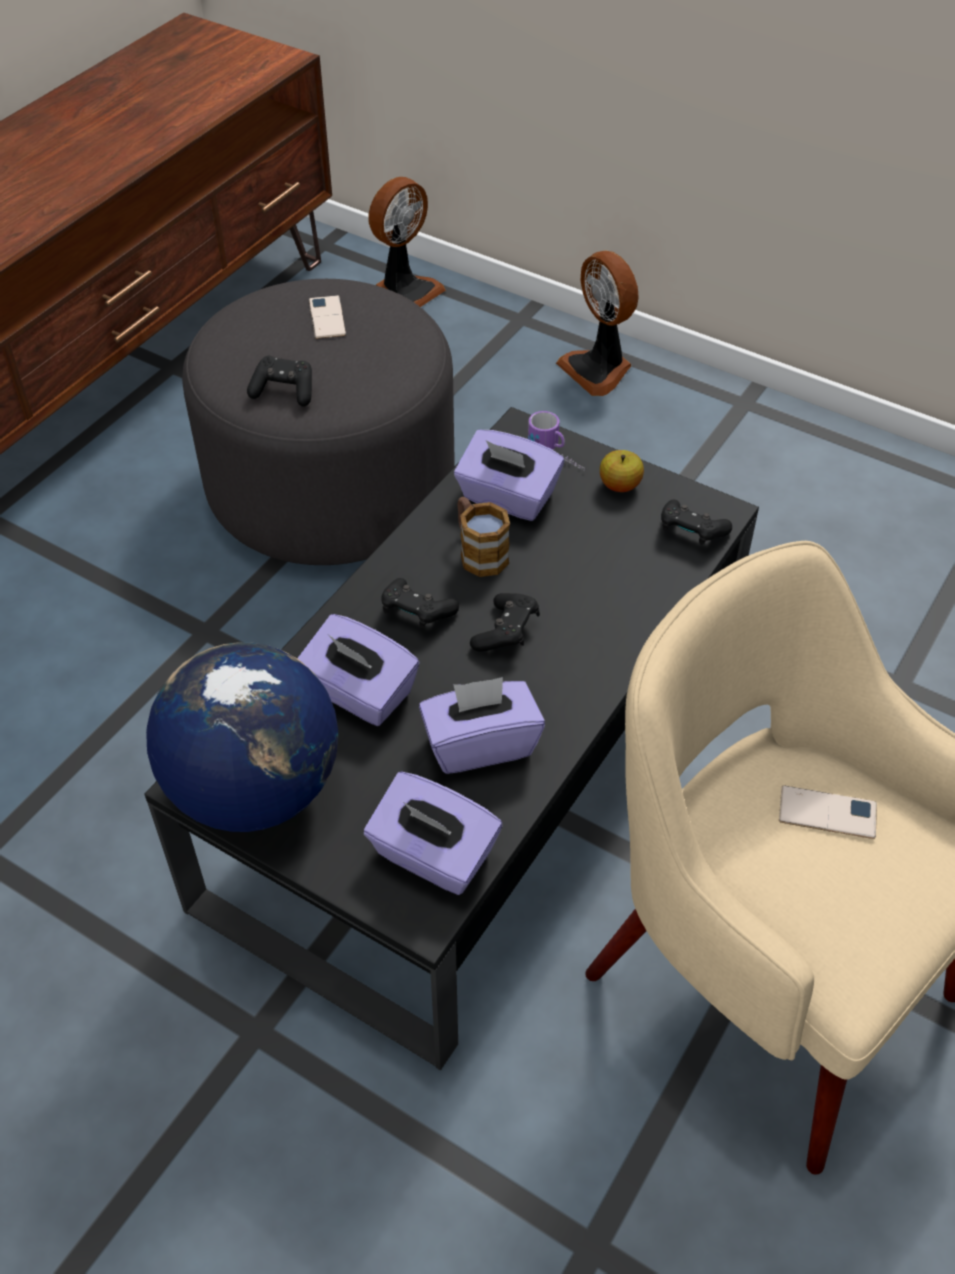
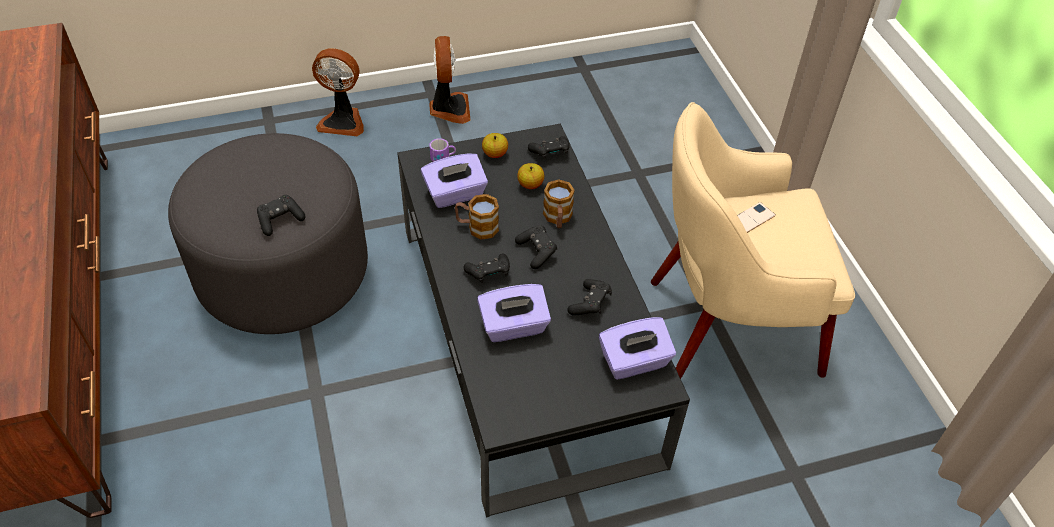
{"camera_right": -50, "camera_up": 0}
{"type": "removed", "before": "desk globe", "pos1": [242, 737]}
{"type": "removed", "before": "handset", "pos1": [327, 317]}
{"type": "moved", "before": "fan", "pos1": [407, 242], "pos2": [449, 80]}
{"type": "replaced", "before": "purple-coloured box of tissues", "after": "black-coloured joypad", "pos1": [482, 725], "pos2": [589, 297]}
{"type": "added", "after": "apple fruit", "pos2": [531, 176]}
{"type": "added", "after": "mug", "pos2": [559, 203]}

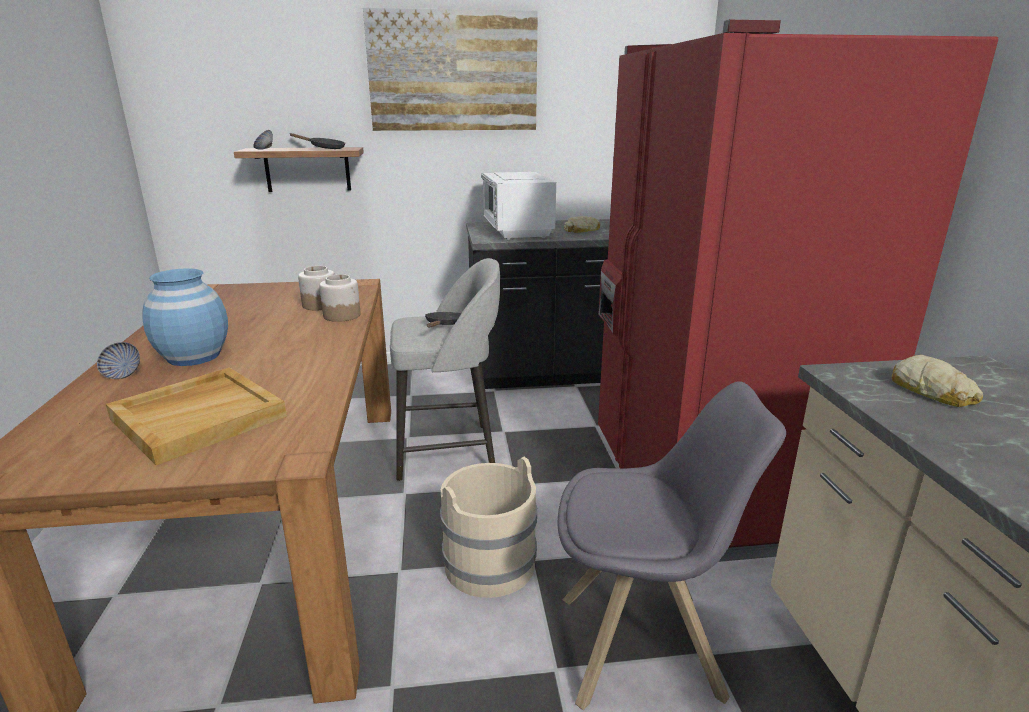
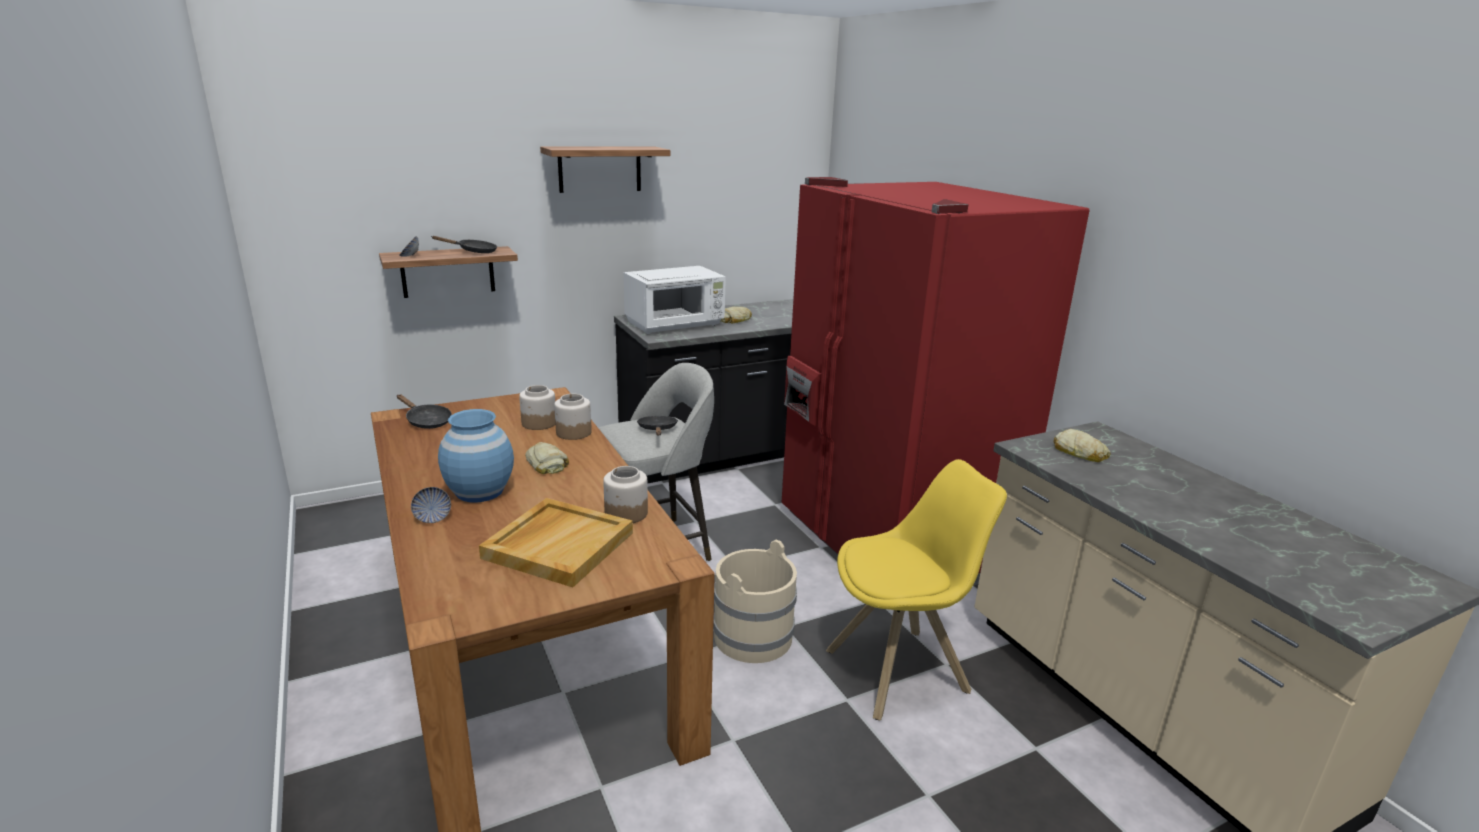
{"camera_right": -20, "camera_up": 0}
{"type": "replaced", "before": "wall art", "after": "shelf", "pos1": [450, 69], "pos2": [605, 169]}
{"type": "turned", "before": "white kitchen microwave", "pos1": [518, 206], "pos2": [675, 300], "turn": -90}
{"type": "recoloured", "before": "grey plain chair", "after": "yellow plain chair", "pos1": [672, 545], "pos2": [916, 590]}
{"type": "added", "after": "black-coloured pan", "pos2": [424, 411]}
{"type": "added", "after": "bakery bread", "pos2": [547, 458]}
{"type": "added", "after": "jar", "pos2": [625, 494]}

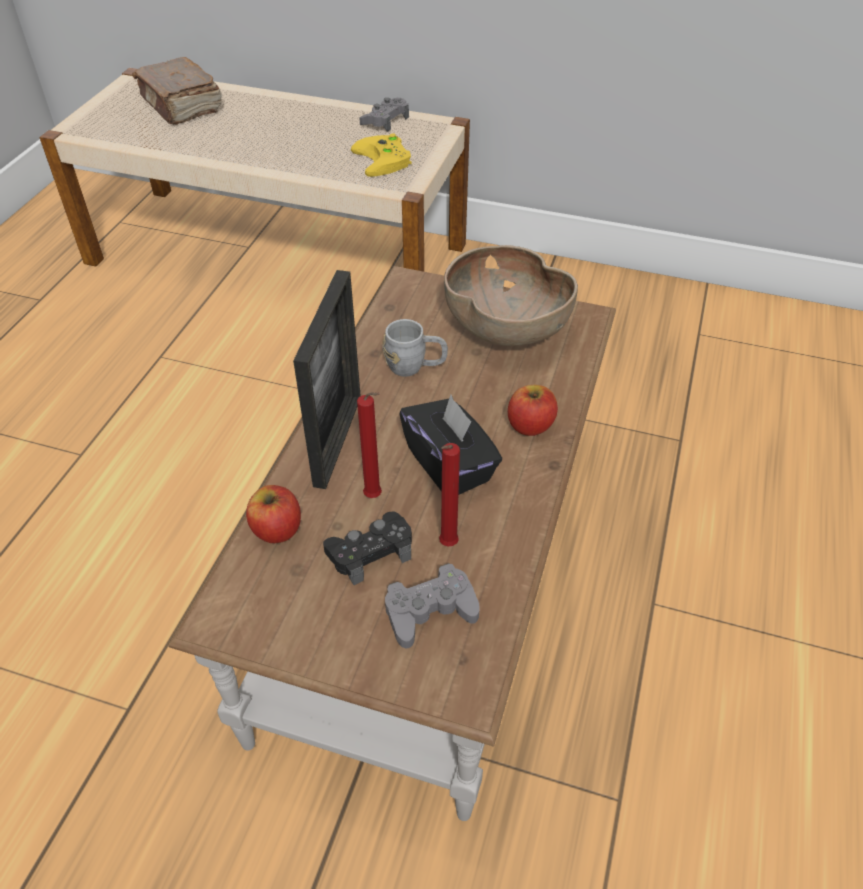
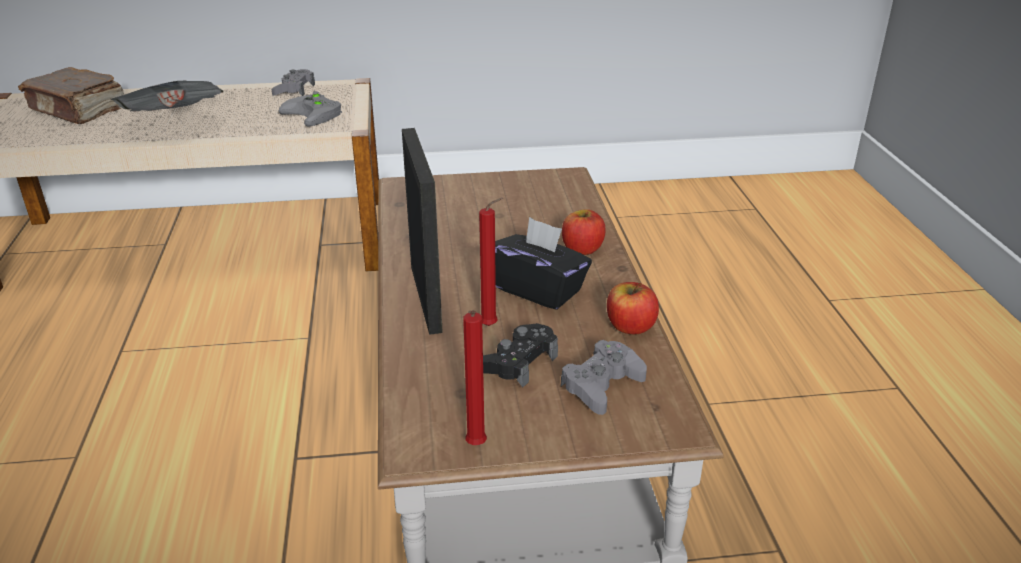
{"camera_right": -25, "camera_up": -15}
{"type": "moved", "before": "apple fruit", "pos1": [273, 514], "pos2": [633, 308]}
{"type": "recoloured", "before": "yellow joypad", "after": "grey joypad", "pos1": [381, 155], "pos2": [310, 108]}
{"type": "removed", "before": "grey mug", "pos1": [415, 348]}
{"type": "moved", "before": "reddish wax candle", "pos1": [449, 494], "pos2": [475, 377]}
{"type": "removed", "before": "brownish serving bowl", "pos1": [511, 295]}
{"type": "added", "after": "daily paper", "pos2": [167, 96]}

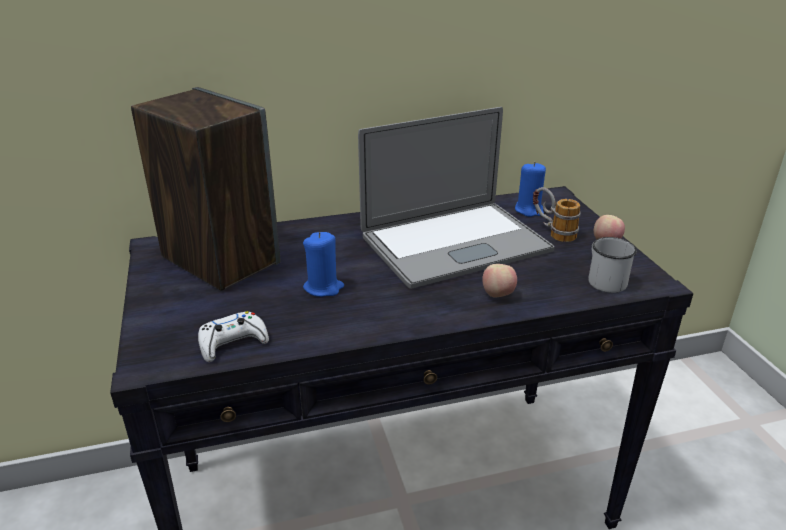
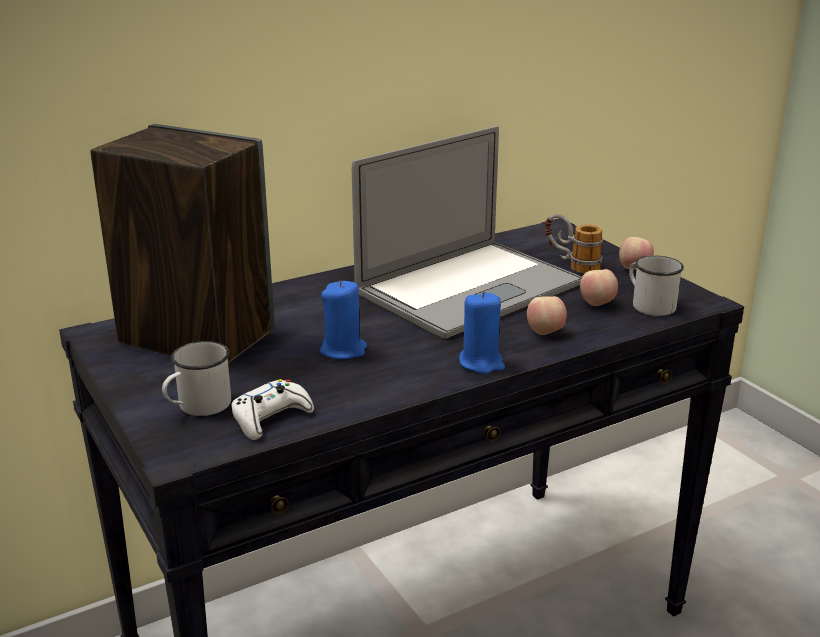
{"camera_right": -15, "camera_up": -5}
{"type": "moved", "before": "blue-coloured wax candle", "pos1": [530, 189], "pos2": [482, 332]}
{"type": "added", "after": "white mug", "pos2": [196, 378]}
{"type": "added", "after": "apple fruit", "pos2": [599, 287]}

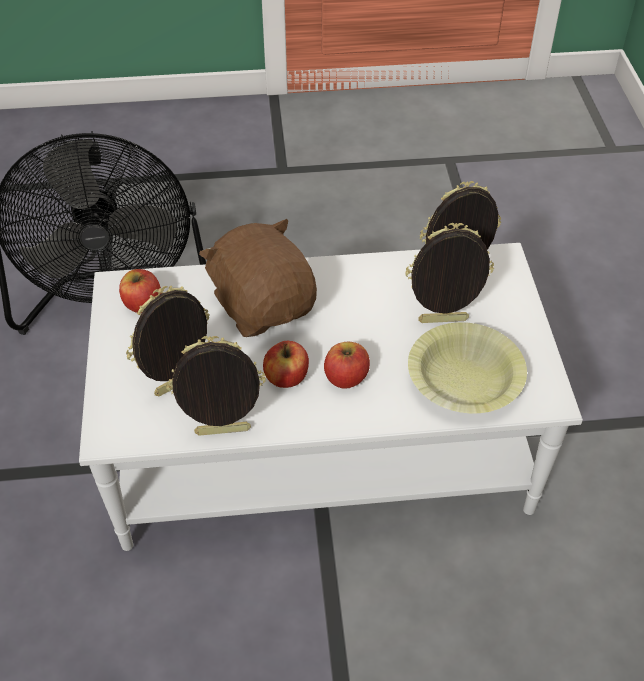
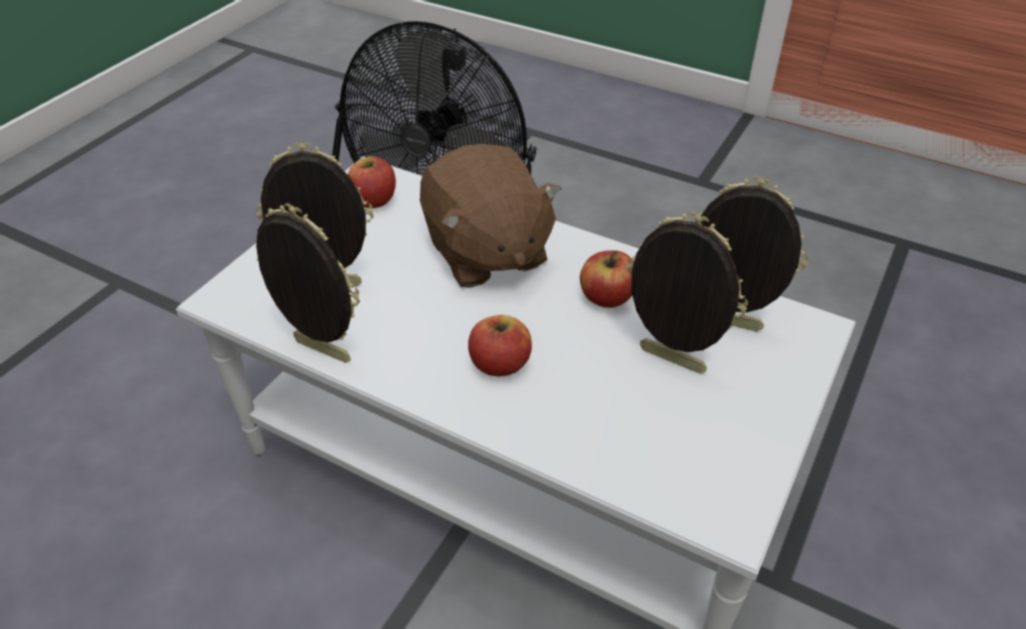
{"camera_right": 35, "camera_up": -5}
{"type": "turned", "before": "brownish soft toy", "pos1": [258, 278], "pos2": [491, 216], "turn": 150}
{"type": "moved", "before": "apple fruit", "pos1": [286, 364], "pos2": [607, 279]}
{"type": "removed", "before": "yellow serving bowl", "pos1": [467, 367]}

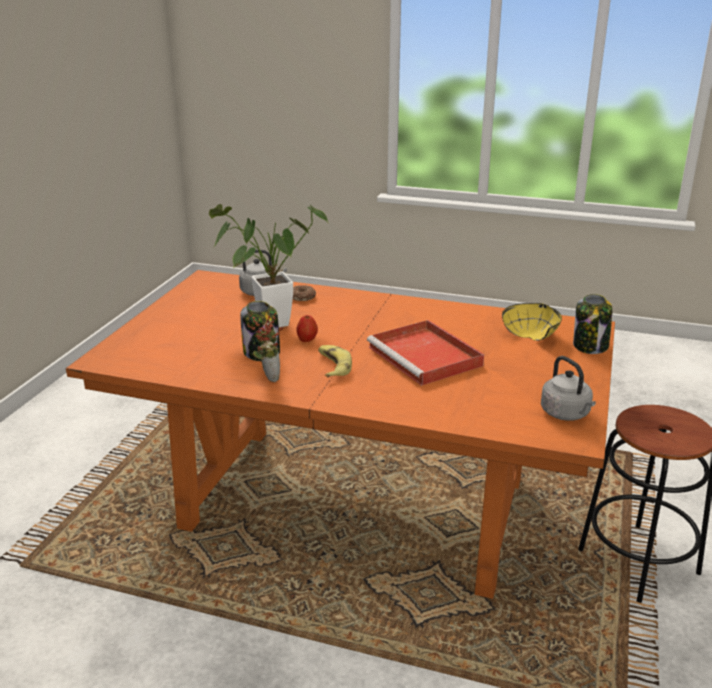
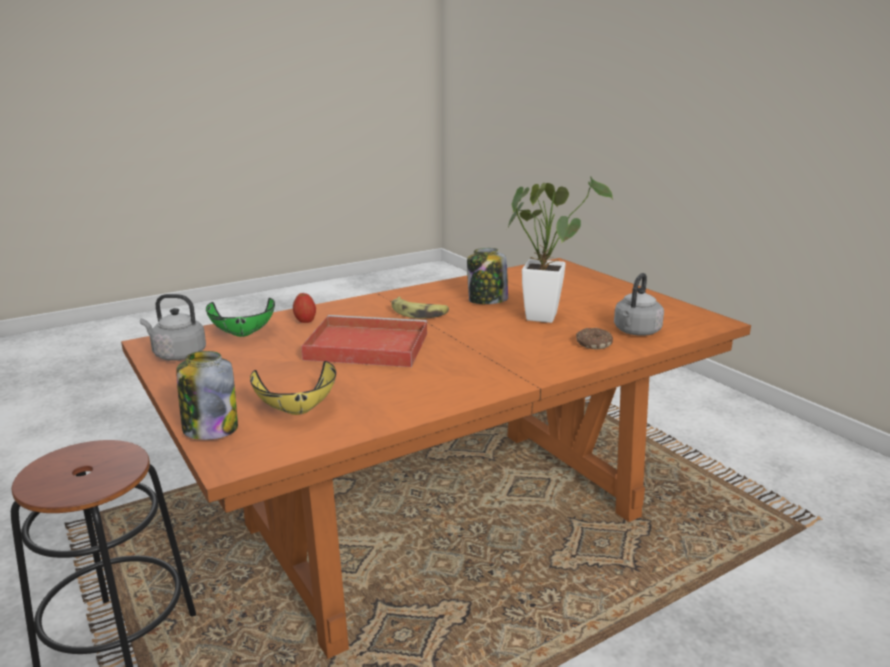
{"camera_right": 130, "camera_up": -5}
{"type": "removed", "before": "potted plant", "pos1": [265, 347]}
{"type": "moved", "before": "apple fruit", "pos1": [307, 328], "pos2": [304, 308]}
{"type": "added", "after": "green serving bowl", "pos2": [240, 317]}

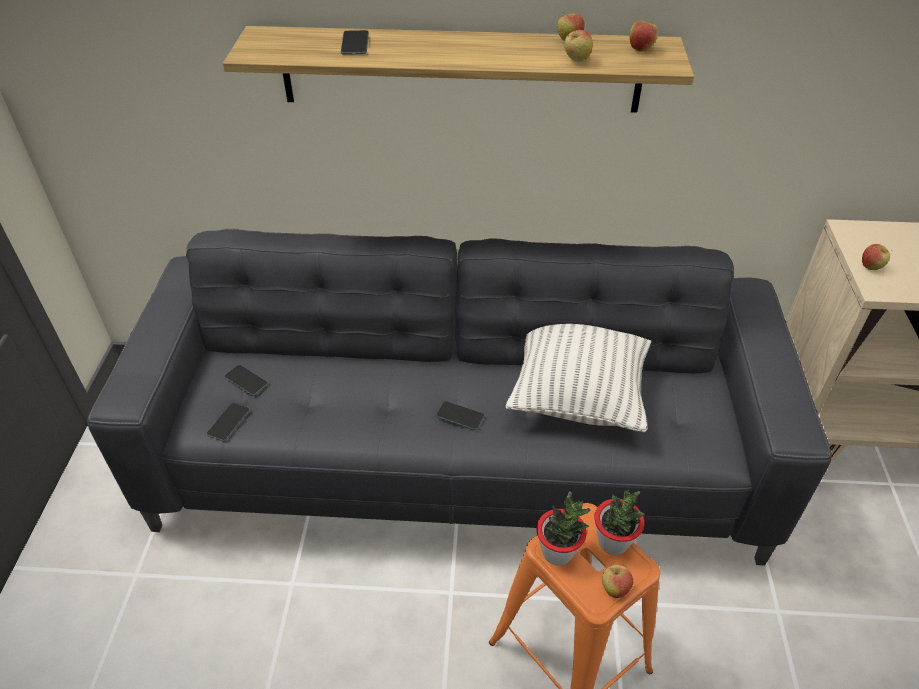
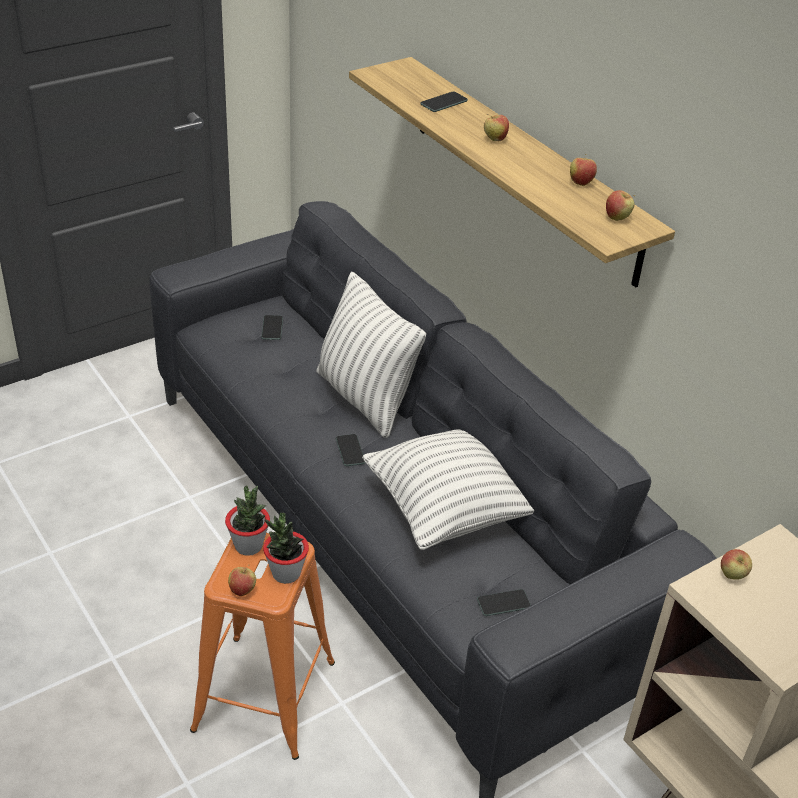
{"camera_right": 50, "camera_up": -5}
{"type": "moved", "before": "handset", "pos1": [228, 422], "pos2": [504, 602]}
{"type": "moved", "before": "apple fruit", "pos1": [578, 45], "pos2": [496, 127]}
{"type": "added", "after": "cushion", "pos2": [371, 354]}

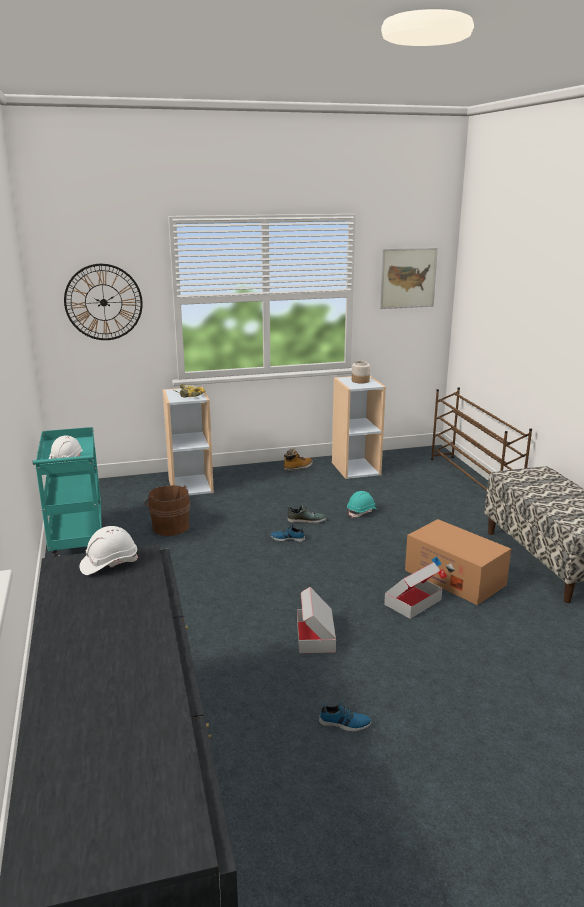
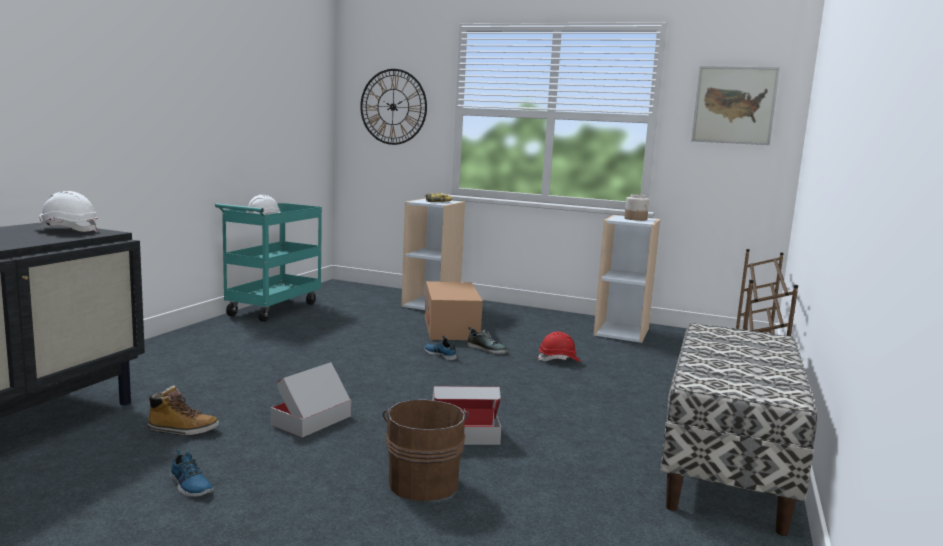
{"camera_right": 35, "camera_up": -10}
{"type": "moved", "before": "brownish bucket", "pos1": [167, 510], "pos2": [426, 450]}
{"type": "moved", "before": "high-top boot", "pos1": [298, 459], "pos2": [183, 411]}
{"type": "recoloured", "before": "blue-green hard hat", "after": "reddish hard hat", "pos1": [362, 504], "pos2": [559, 346]}
{"type": "moved", "before": "cardboard box", "pos1": [458, 562], "pos2": [454, 310]}

